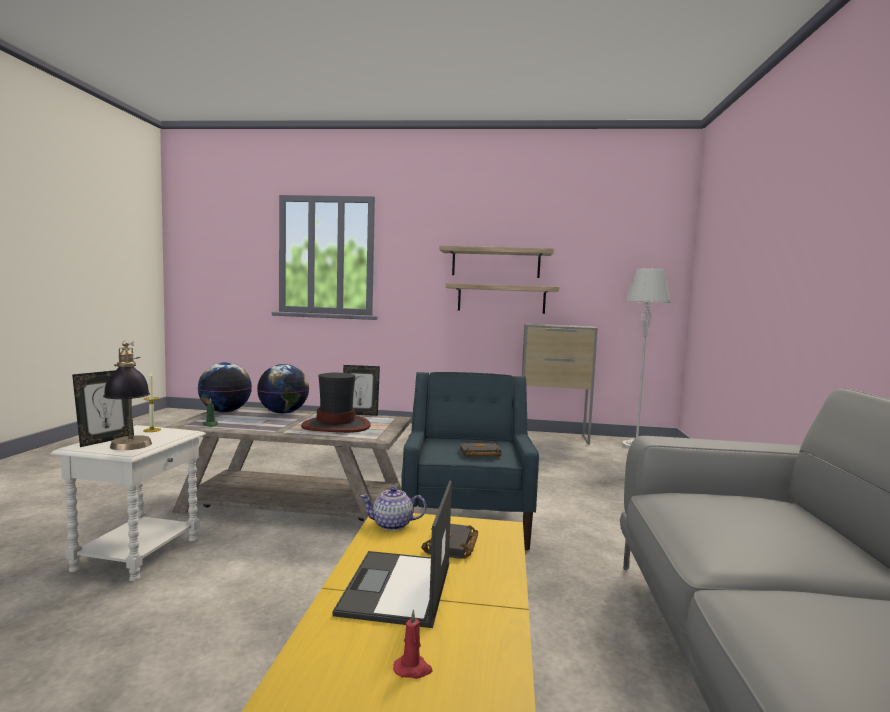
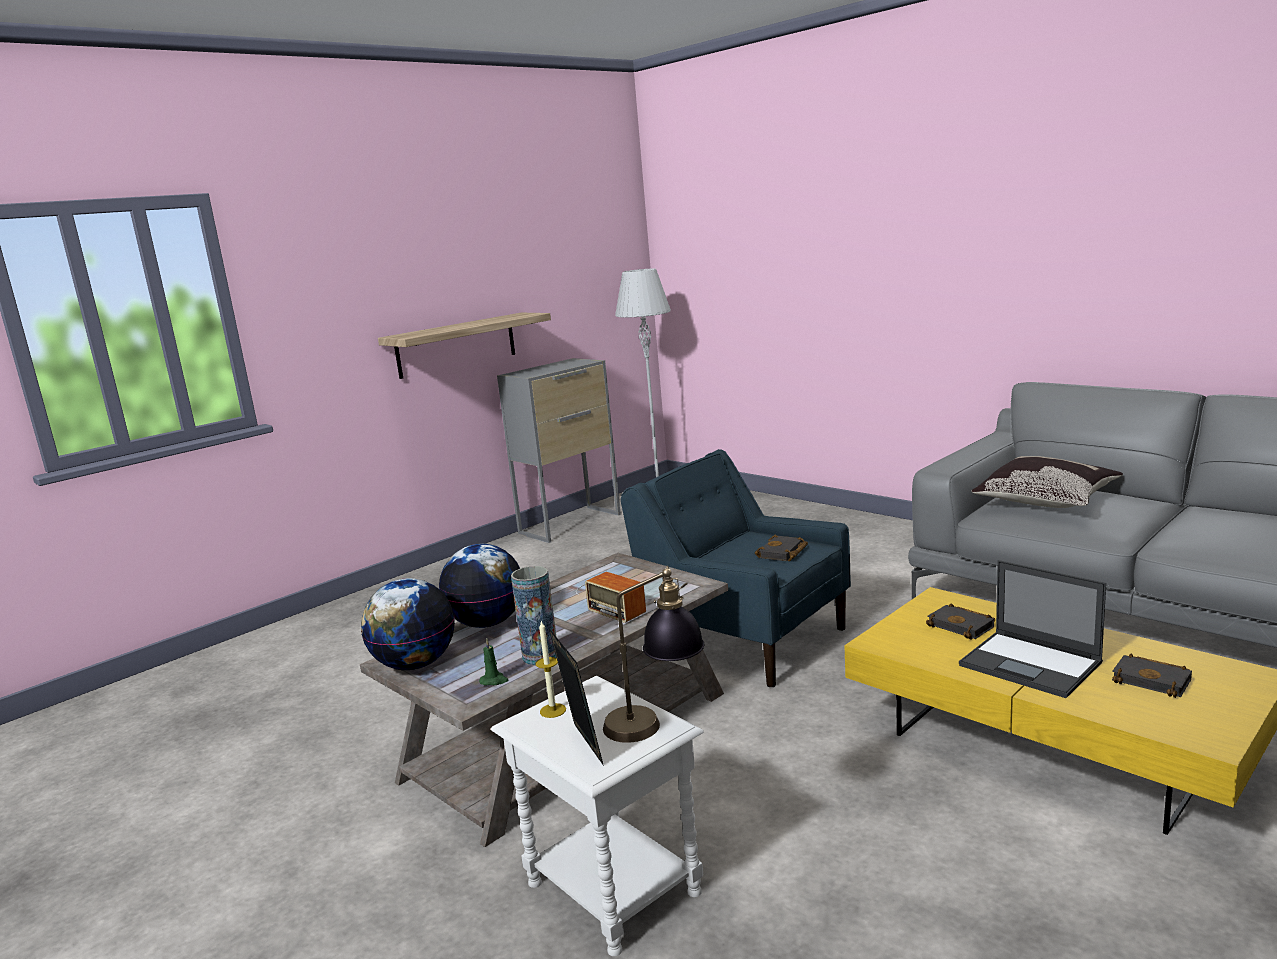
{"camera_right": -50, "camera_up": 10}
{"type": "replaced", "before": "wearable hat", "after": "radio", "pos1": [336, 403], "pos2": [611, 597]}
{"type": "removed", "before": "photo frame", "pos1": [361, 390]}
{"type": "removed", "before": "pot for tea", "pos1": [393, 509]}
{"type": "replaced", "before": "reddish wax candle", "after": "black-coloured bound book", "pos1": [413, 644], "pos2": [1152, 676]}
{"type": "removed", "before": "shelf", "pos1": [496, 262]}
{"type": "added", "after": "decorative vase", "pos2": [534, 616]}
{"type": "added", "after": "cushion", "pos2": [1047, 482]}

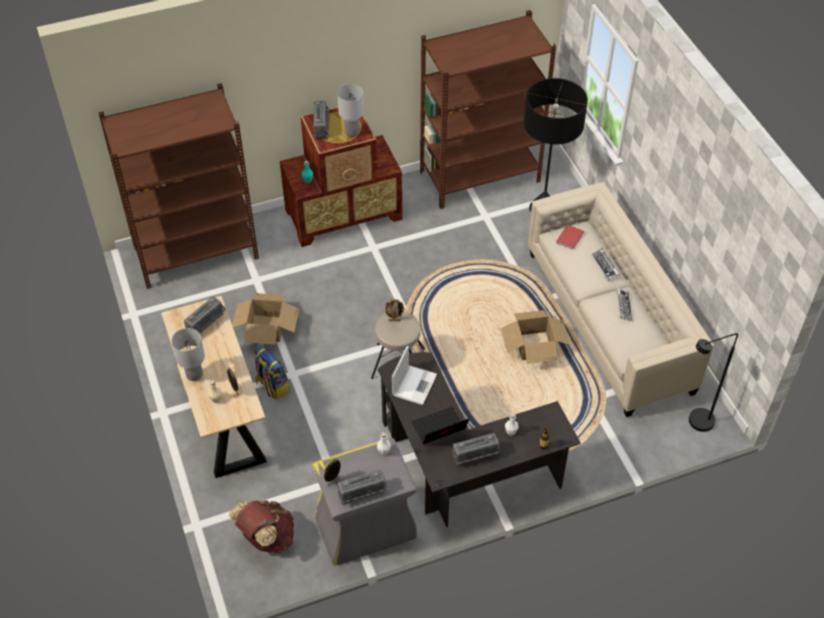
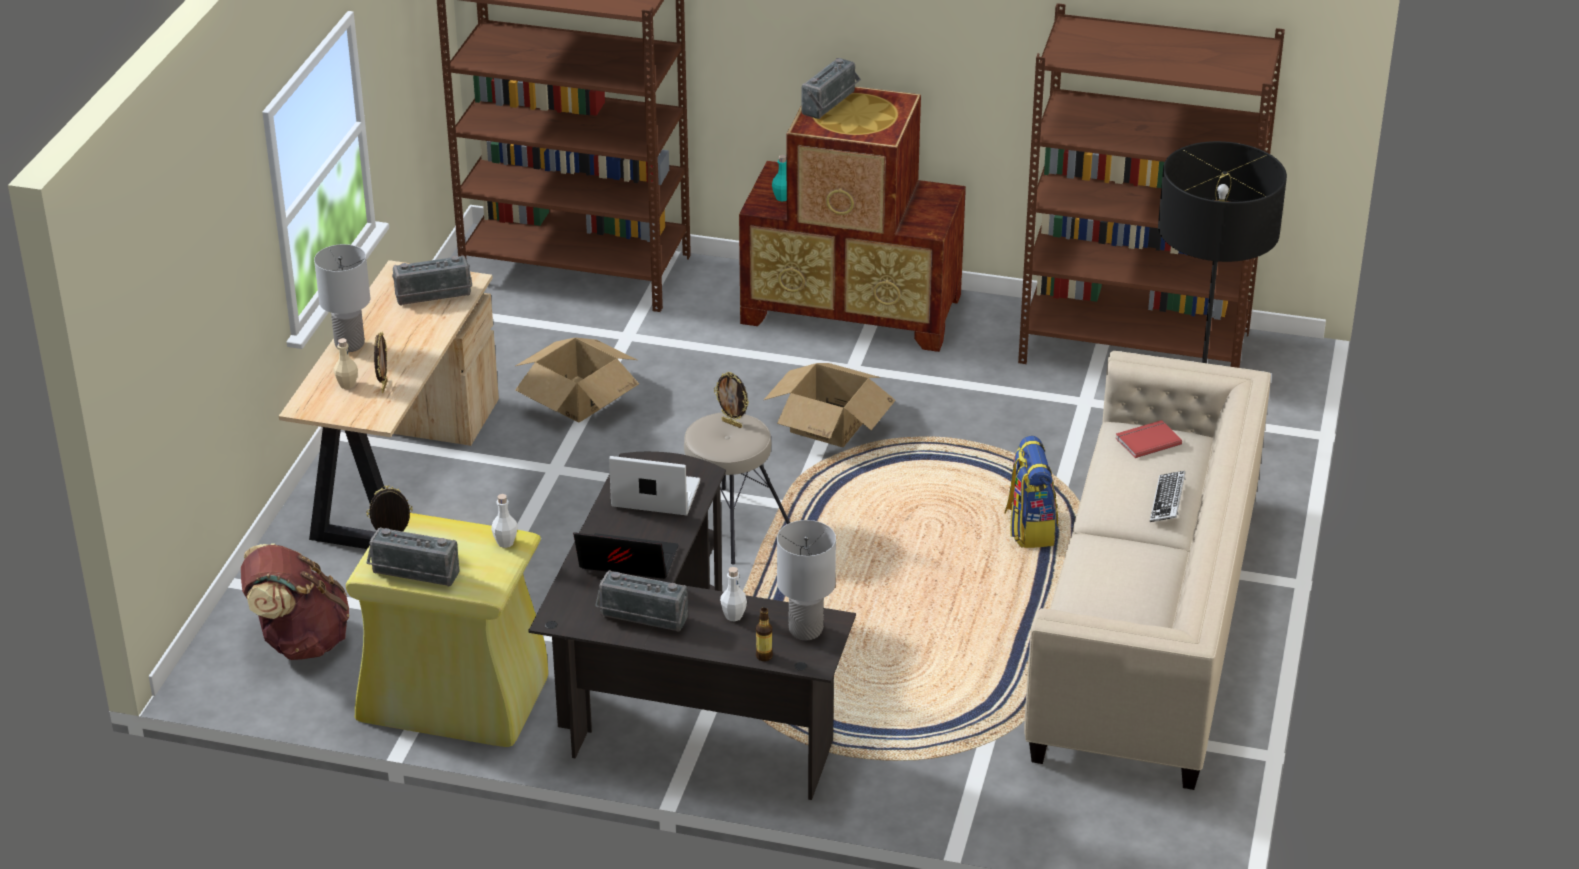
{"camera_right": 35, "camera_up": -15}
{"type": "moved", "before": "rucksack", "pos1": [271, 372], "pos2": [1031, 492]}
{"type": "recoloured", "before": "grey nightstand", "after": "yellow nightstand", "pos1": [364, 502], "pos2": [447, 630]}
{"type": "moved", "before": "grey tabletop lamp", "pos1": [350, 110], "pos2": [806, 580]}
{"type": "turned", "before": "notebook computer", "pos1": [414, 375], "pos2": [654, 485], "turn": -135}
{"type": "moved", "before": "cardboard box", "pos1": [535, 337], "pos2": [830, 405]}
{"type": "removed", "before": "computer keyboard", "pos1": [624, 304]}
{"type": "removed", "before": "black-coloured standard lamp", "pos1": [713, 382]}

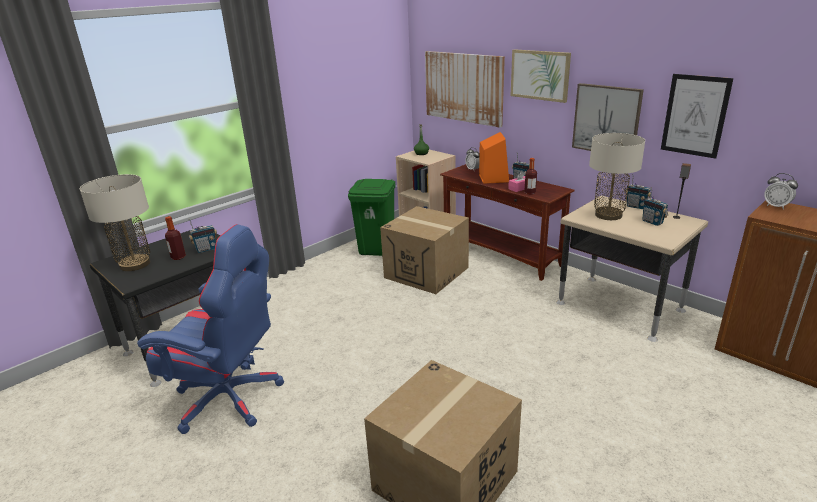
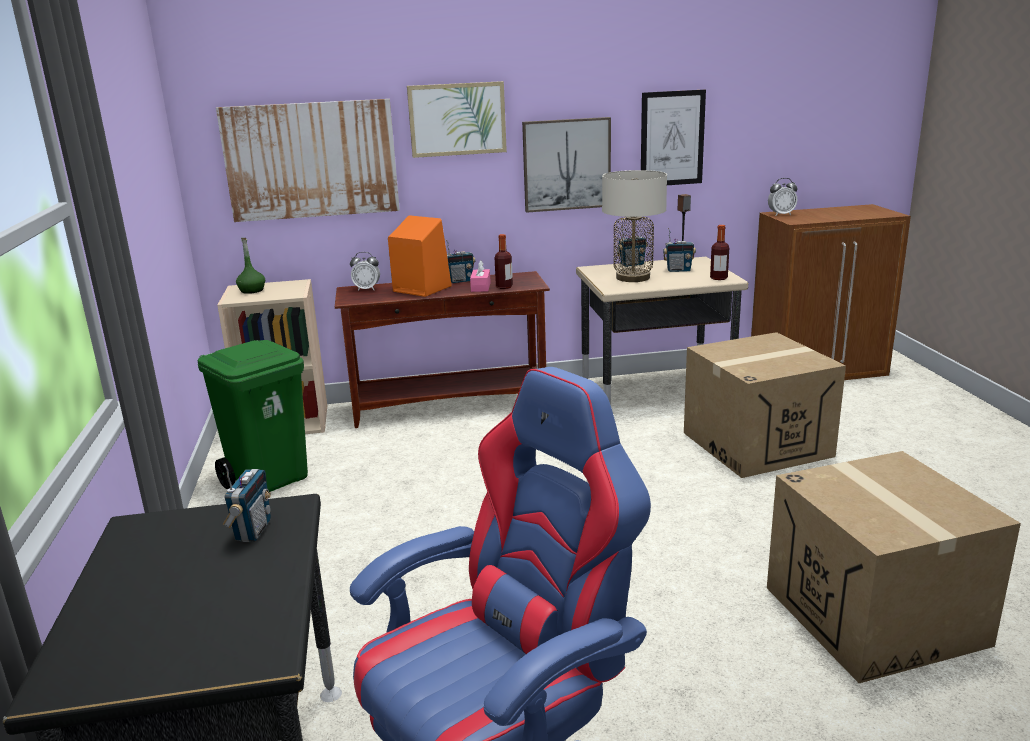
{"camera_right": -55, "camera_up": -5}
{"type": "removed", "before": "tabletop lamp", "pos1": [114, 222]}
{"type": "moved", "before": "beverage bottle", "pos1": [175, 238], "pos2": [719, 252]}
{"type": "moved", "before": "cardboard box", "pos1": [424, 250], "pos2": [765, 405]}

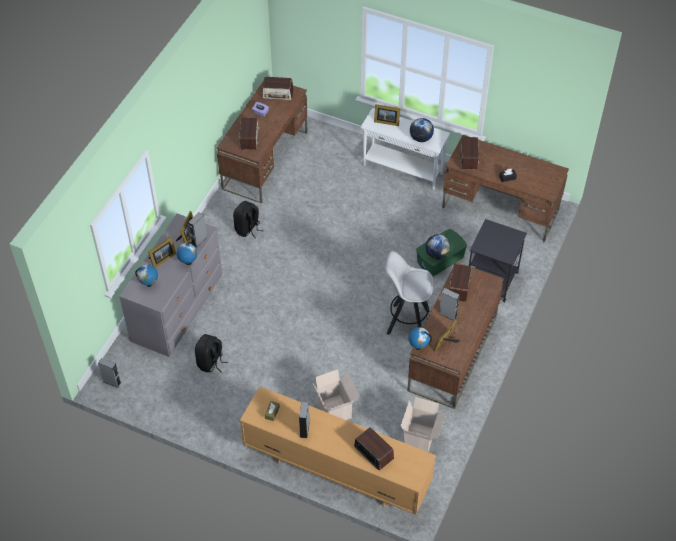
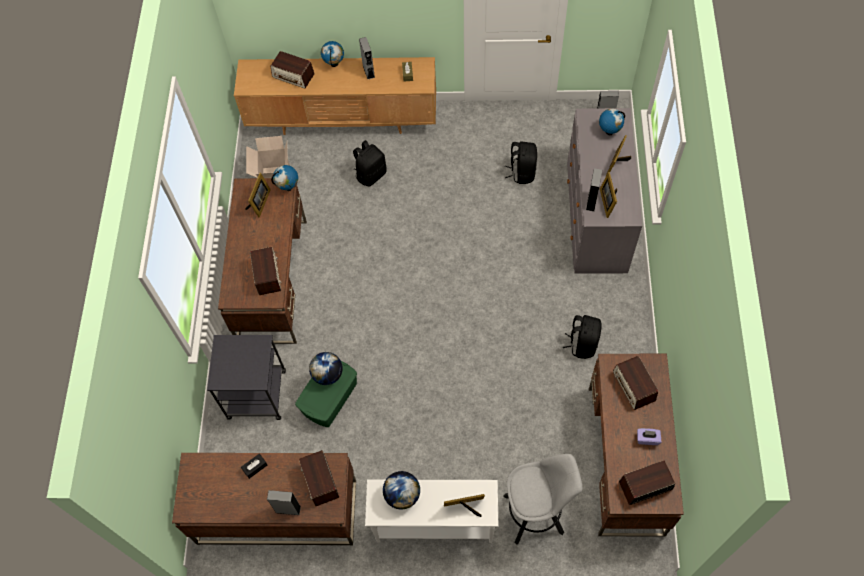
{"camera_right": 160, "camera_up": 10}
{"type": "moved", "before": "desk globe", "pos1": [187, 253], "pos2": [332, 54]}
{"type": "replaced", "before": "cardboard box", "after": "black-coloured rucksack", "pos1": [336, 394], "pos2": [370, 163]}
{"type": "moved", "before": "grey sitting stool", "pos1": [409, 293], "pos2": [542, 499]}
{"type": "moved", "before": "grey speaker", "pos1": [449, 304], "pos2": [284, 502]}

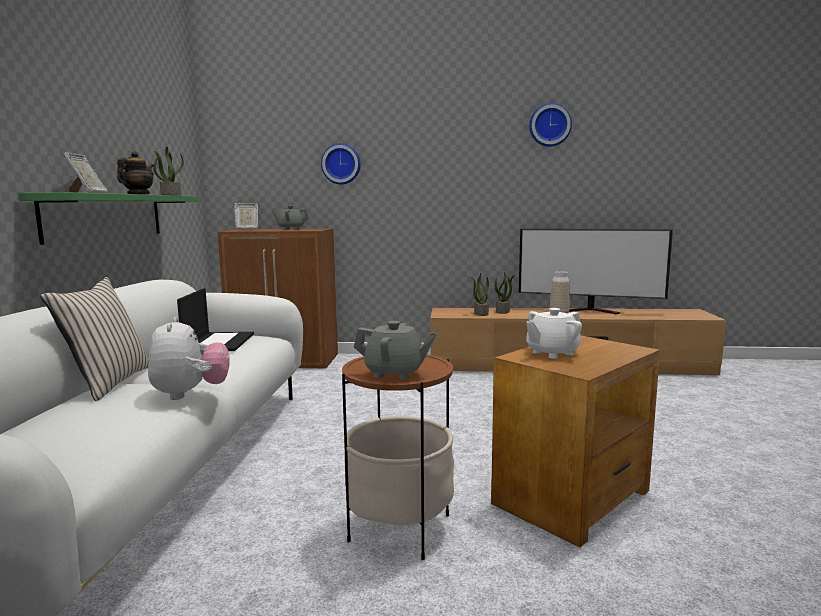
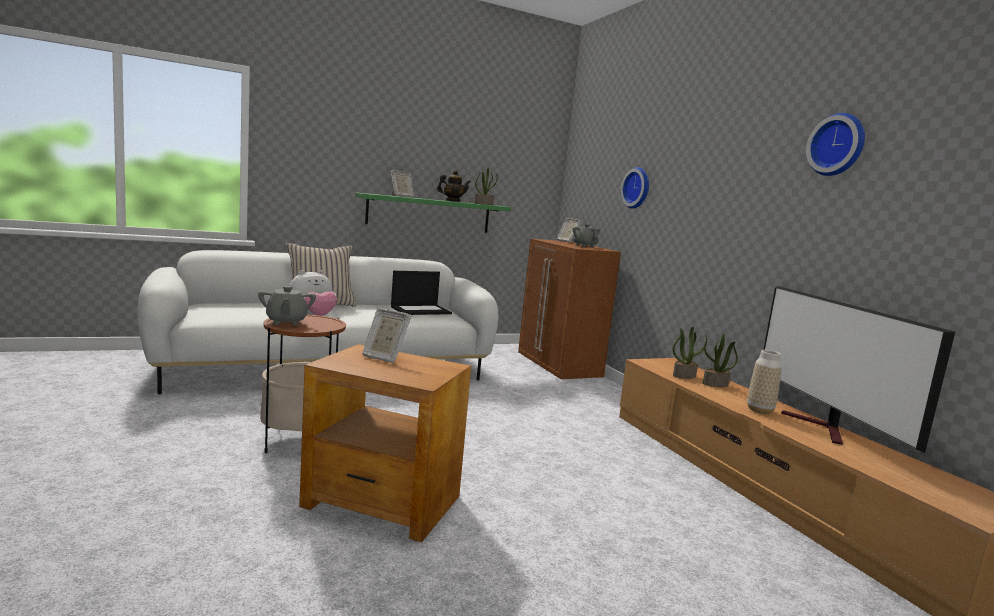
{"camera_right": 60, "camera_up": 0}
{"type": "replaced", "before": "white pot for tea", "after": "photo frame", "pos1": [554, 333], "pos2": [387, 335]}

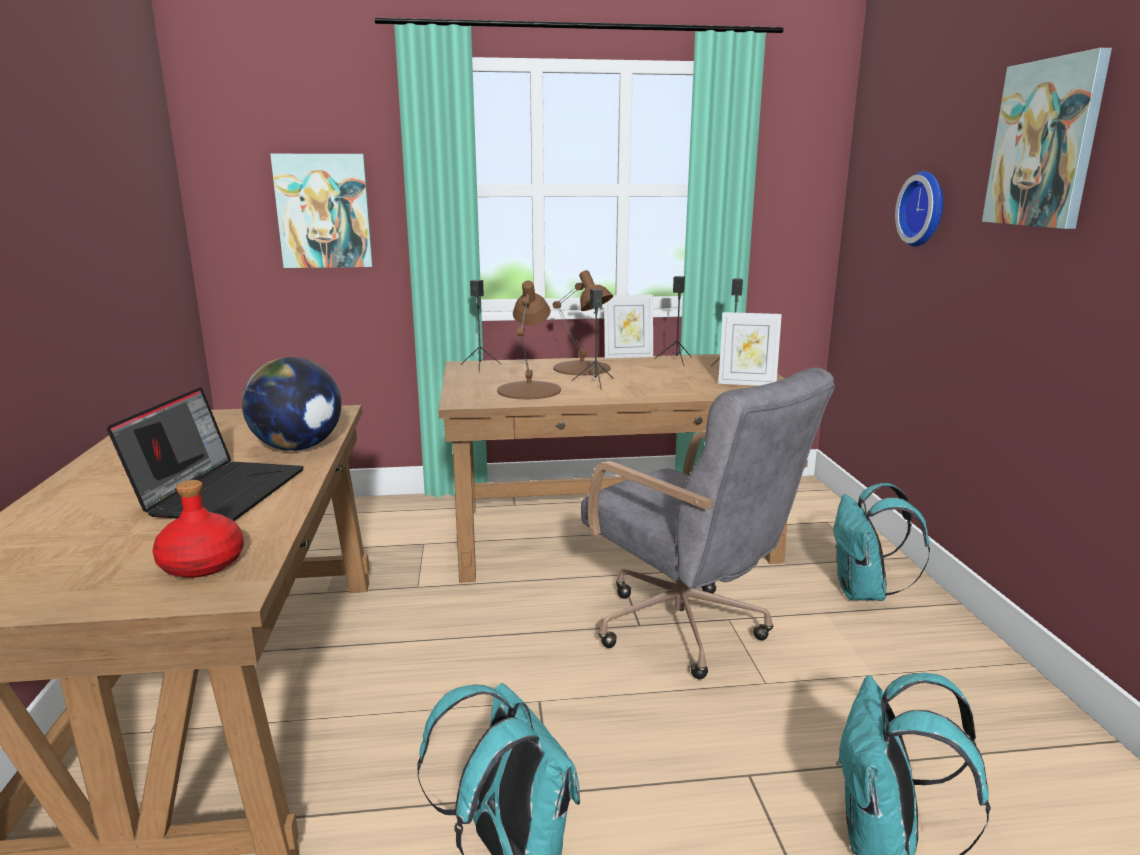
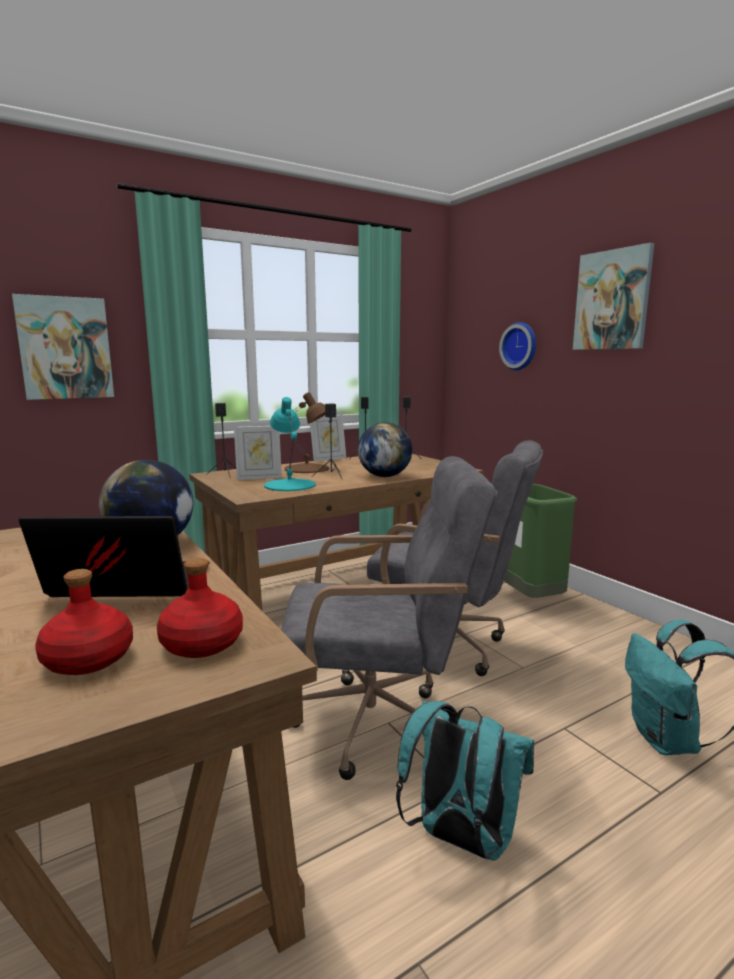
{"camera_right": -25, "camera_up": -5}
{"type": "turned", "before": "notebook computer", "pos1": [205, 454], "pos2": [114, 556], "turn": -75}
{"type": "recoloured", "before": "brownish tabletop lamp", "after": "blue-green tabletop lamp", "pos1": [529, 340], "pos2": [290, 444]}
{"type": "moved", "before": "photo frame", "pos1": [750, 349], "pos2": [258, 451]}
{"type": "replaced", "before": "blue-green rucksack", "after": "green rubbish bin", "pos1": [881, 542], "pos2": [540, 541]}
{"type": "added", "after": "reddish beverage bottle", "pos2": [84, 622]}
{"type": "added", "after": "grey desk chair", "pos2": [389, 618]}
{"type": "added", "after": "desk globe", "pos2": [385, 449]}

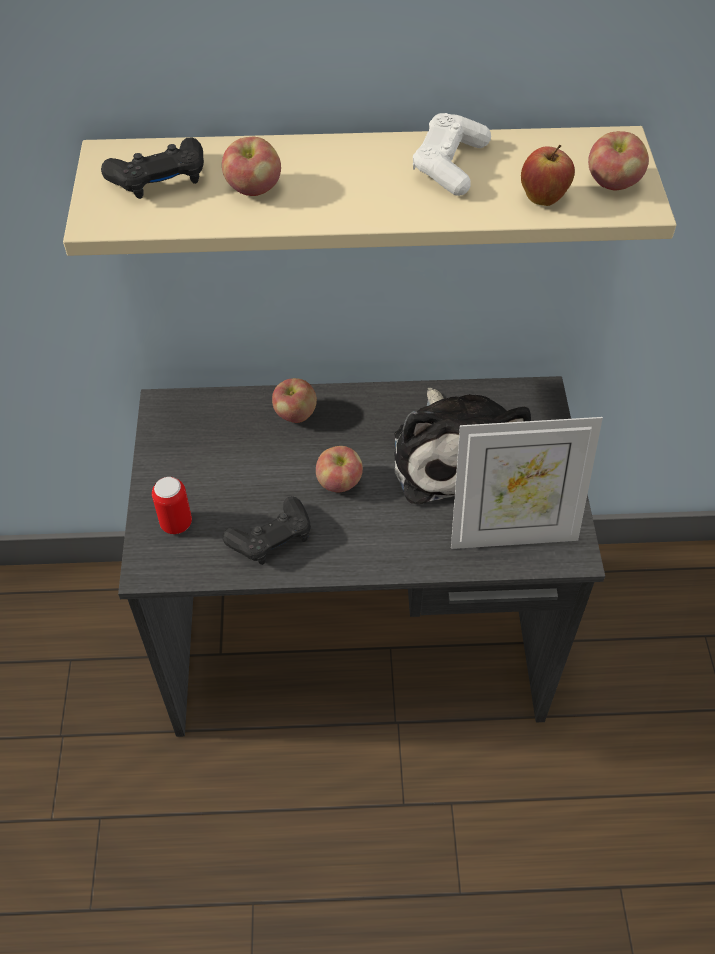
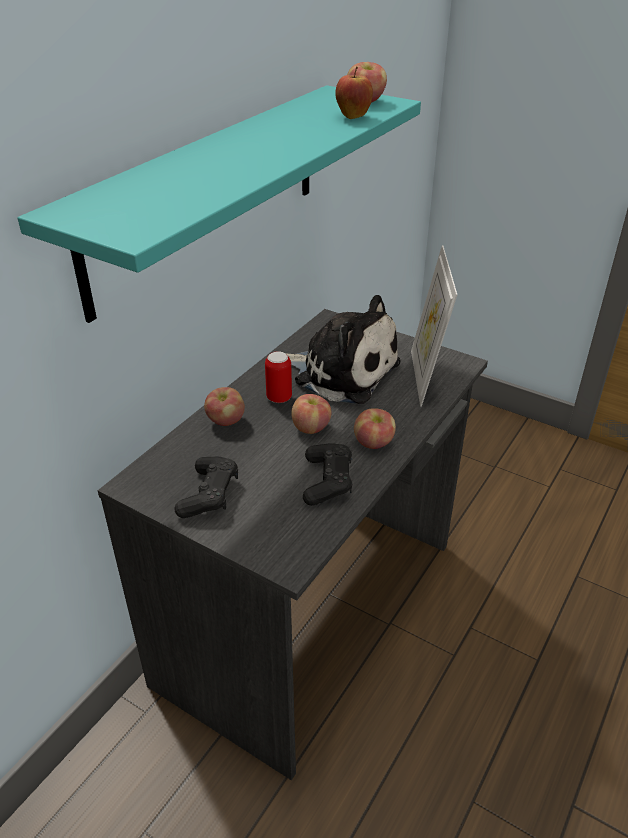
{"camera_right": -55, "camera_up": -15}
{"type": "recoloured", "before": "beige shelf", "after": "blue-green shelf", "pos1": [369, 191], "pos2": [219, 204]}
{"type": "moved", "before": "black-coloured joypad", "pos1": [152, 168], "pos2": [206, 487]}
{"type": "moved", "before": "can", "pos1": [172, 505], "pos2": [278, 377]}
{"type": "moved", "before": "apple fruit", "pos1": [251, 166], "pos2": [375, 428]}
{"type": "removed", "before": "white joypad", "pos1": [452, 154]}
{"type": "turned", "before": "photo frame", "pos1": [527, 483], "pos2": [434, 326], "turn": 150}

